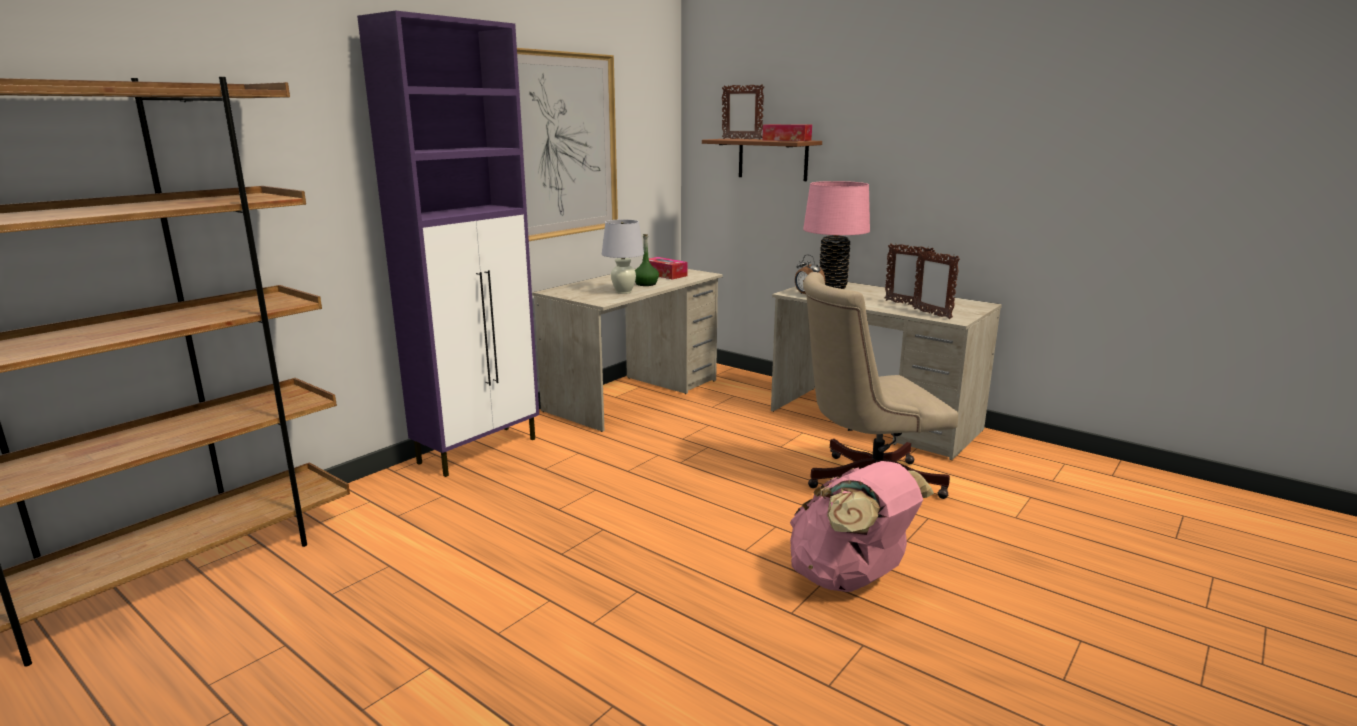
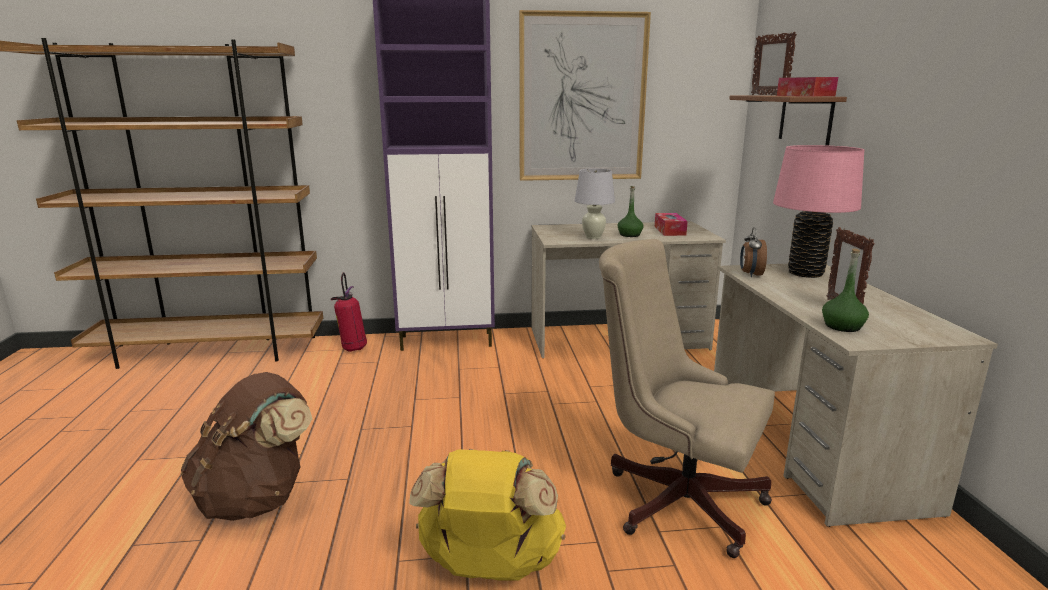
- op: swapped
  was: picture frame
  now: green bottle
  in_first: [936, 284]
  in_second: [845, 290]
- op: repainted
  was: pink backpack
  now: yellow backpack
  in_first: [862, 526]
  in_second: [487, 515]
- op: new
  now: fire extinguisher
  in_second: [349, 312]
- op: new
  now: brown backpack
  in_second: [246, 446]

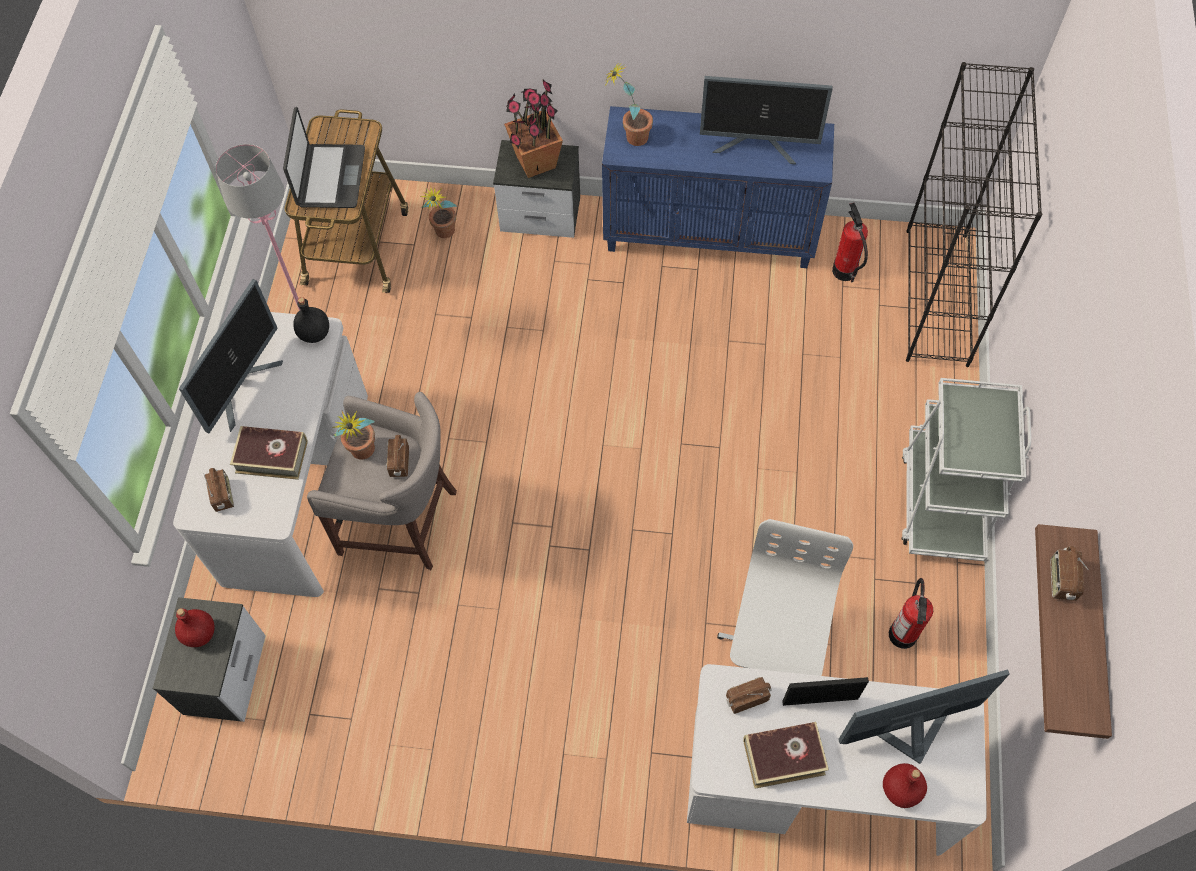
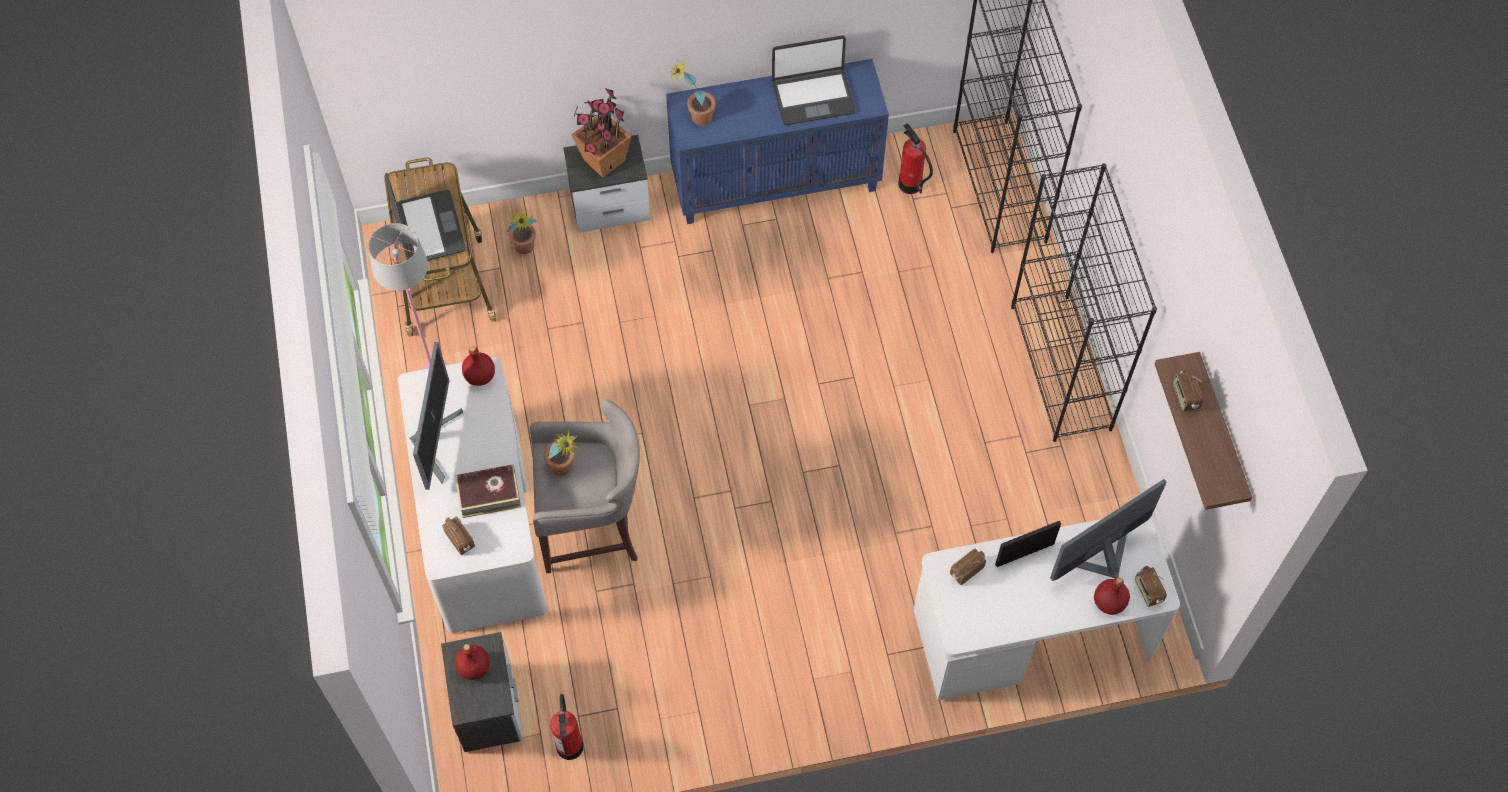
- op: swapped
  was: monitor
  now: laptop
  in_first: [766, 120]
  in_second: [813, 80]
- op: repainted
  was: black bottle
  now: red bottle
  in_first: [311, 320]
  in_second: [478, 366]
- op: swapped
  was: white cart
  now: black bookcase
  in_first: [966, 469]
  in_second: [1084, 302]
- op: shifted
  was: radio
  in_first: [397, 456]
  in_second: [1151, 586]
- op: gone
  was: white office chair
  in_first: [785, 597]
- op: shifted
  was: fire extinguisher
  in_first: [911, 613]
  in_second: [567, 727]
- op: gone
  was: book
  in_first: [786, 755]

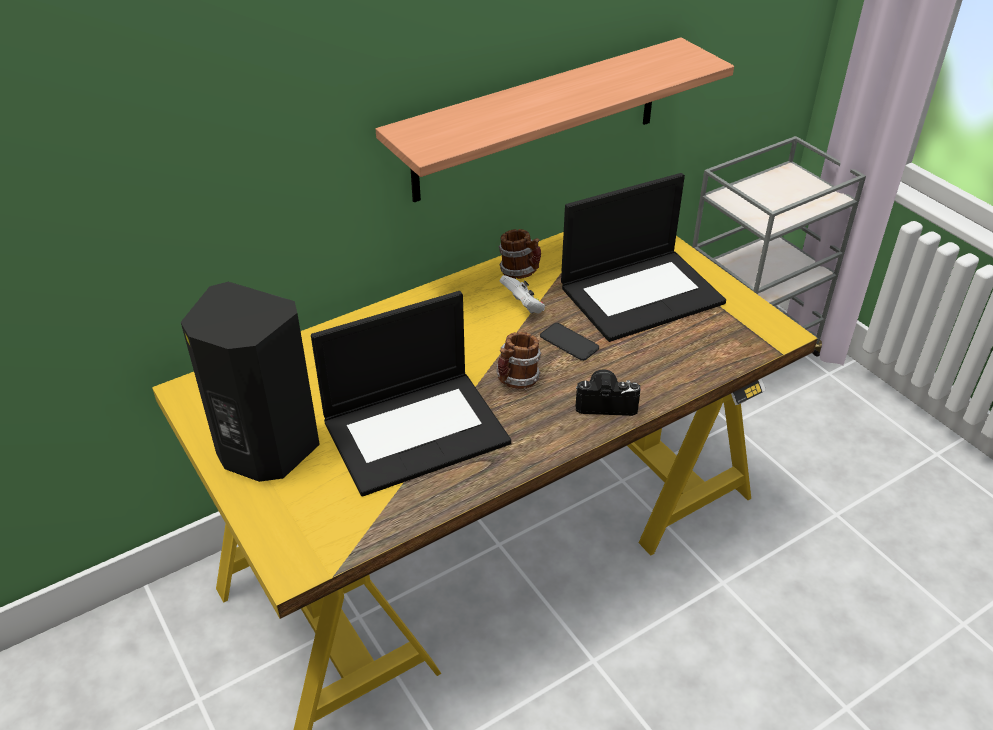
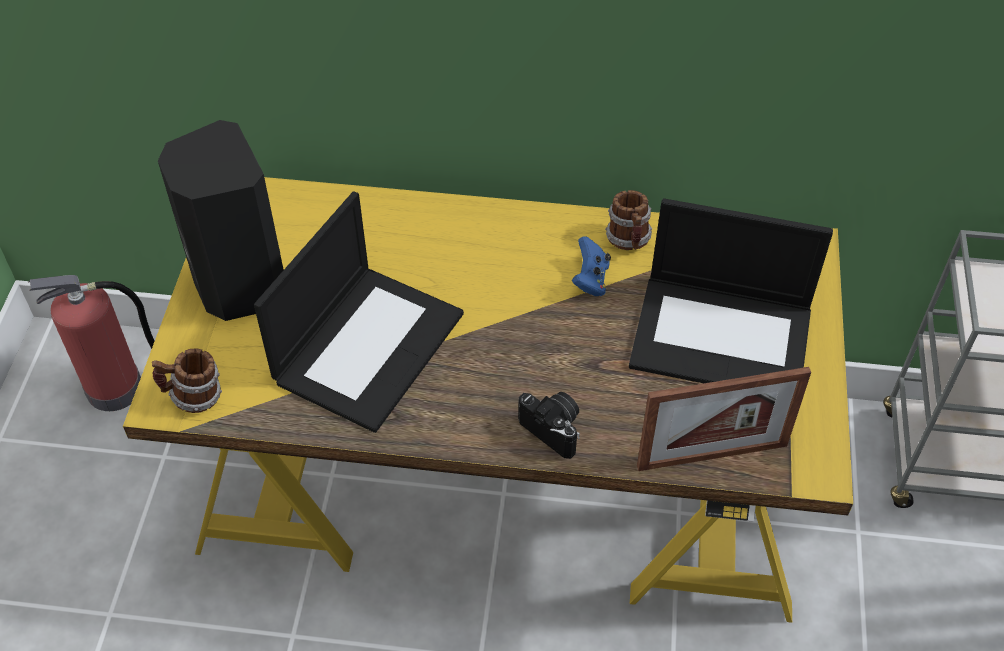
- op: gone
  was: shelf
  in_first: [555, 119]
- op: repainted
  was: white game controller
  now: blue game controller
  in_first: [522, 294]
  in_second: [591, 266]
- op: rotated
  was: laptop
  in_first: [411, 394]
  in_second: [359, 312]
  clockwise: -75
- op: gone
  was: phone
  in_first: [569, 342]
- op: shifted
  was: mug
  in_first: [519, 360]
  in_second: [187, 380]
- op: new
  now: fire extinguisher
  in_second: [91, 343]
- op: new
  now: picture frame
  in_second: [724, 419]

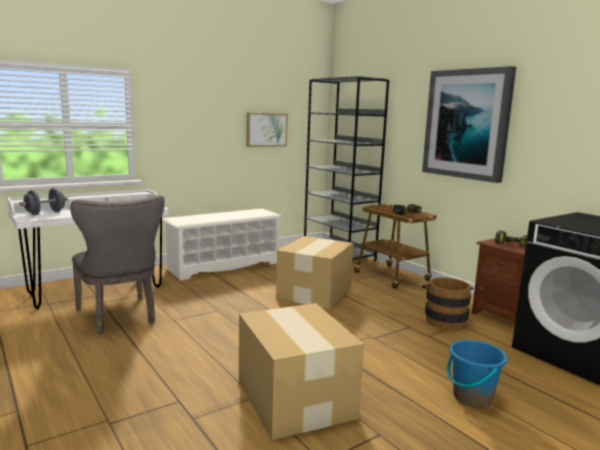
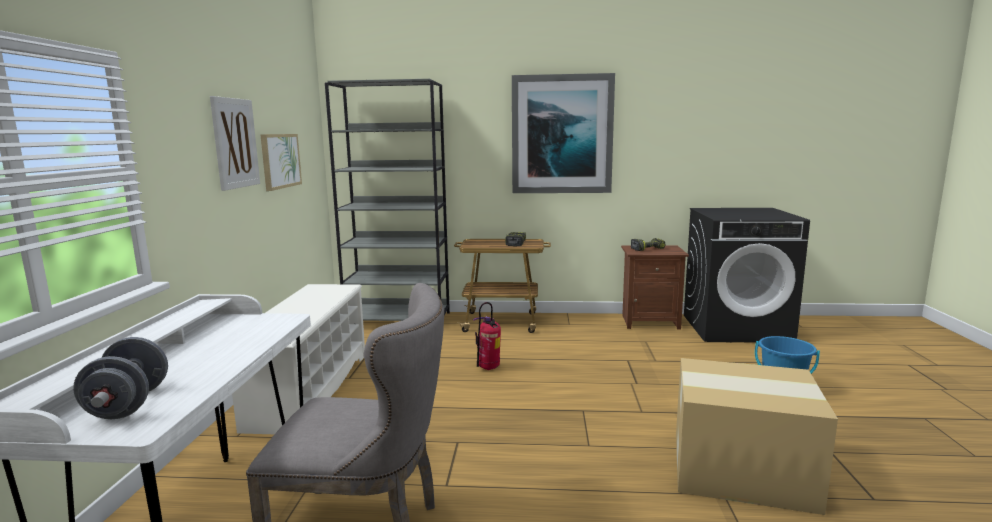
- op: swapped
  was: cardboard box
  now: fire extinguisher
  in_first: [315, 272]
  in_second: [487, 336]
- op: gone
  was: brown bucket
  in_first: [448, 304]
- op: new
  now: picture
  in_second: [235, 143]

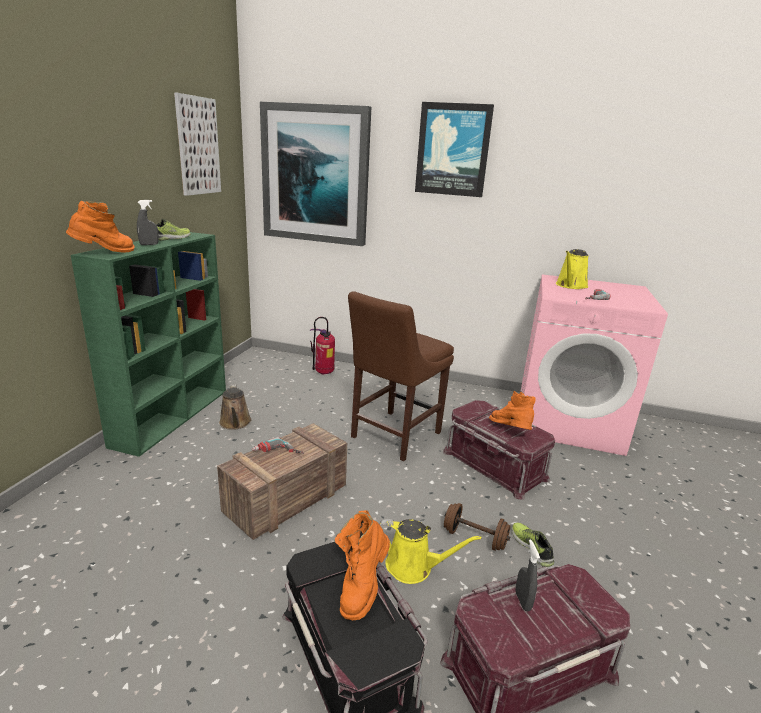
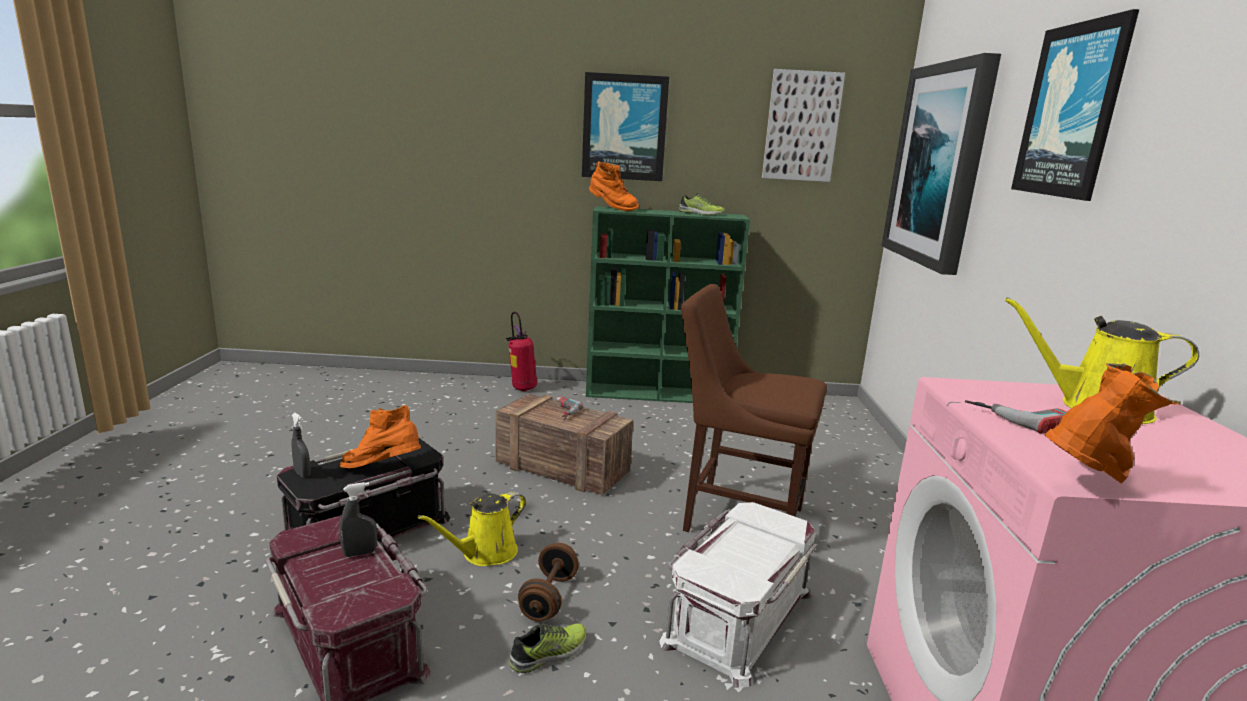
- op: shifted
  was: grey spray bottle
  in_first: [148, 222]
  in_second: [301, 445]
- op: shifted
  was: fire extinguisher
  in_first: [322, 346]
  in_second: [521, 352]
- op: gone
  was: brown watering can
  in_first: [235, 407]
- op: shifted
  was: orange boot
  in_first: [512, 410]
  in_second: [1112, 423]
- op: repainted
  was: red storage box
  now: white storage box
  in_first: [499, 450]
  in_second: [737, 595]
- op: rotated
  was: yellow watering can
  in_first: [430, 551]
  in_second: [471, 528]
  clockwise: 45
- op: new
  now: picture
  in_second: [625, 126]

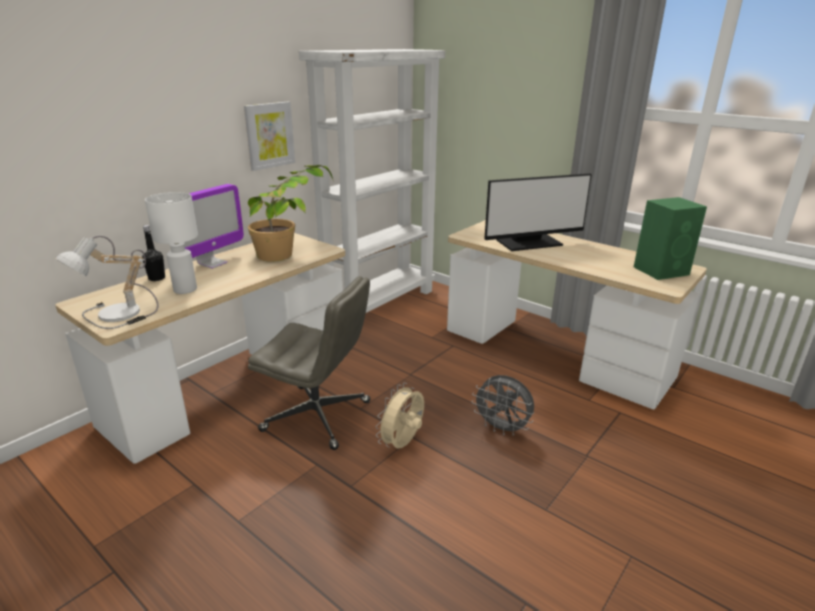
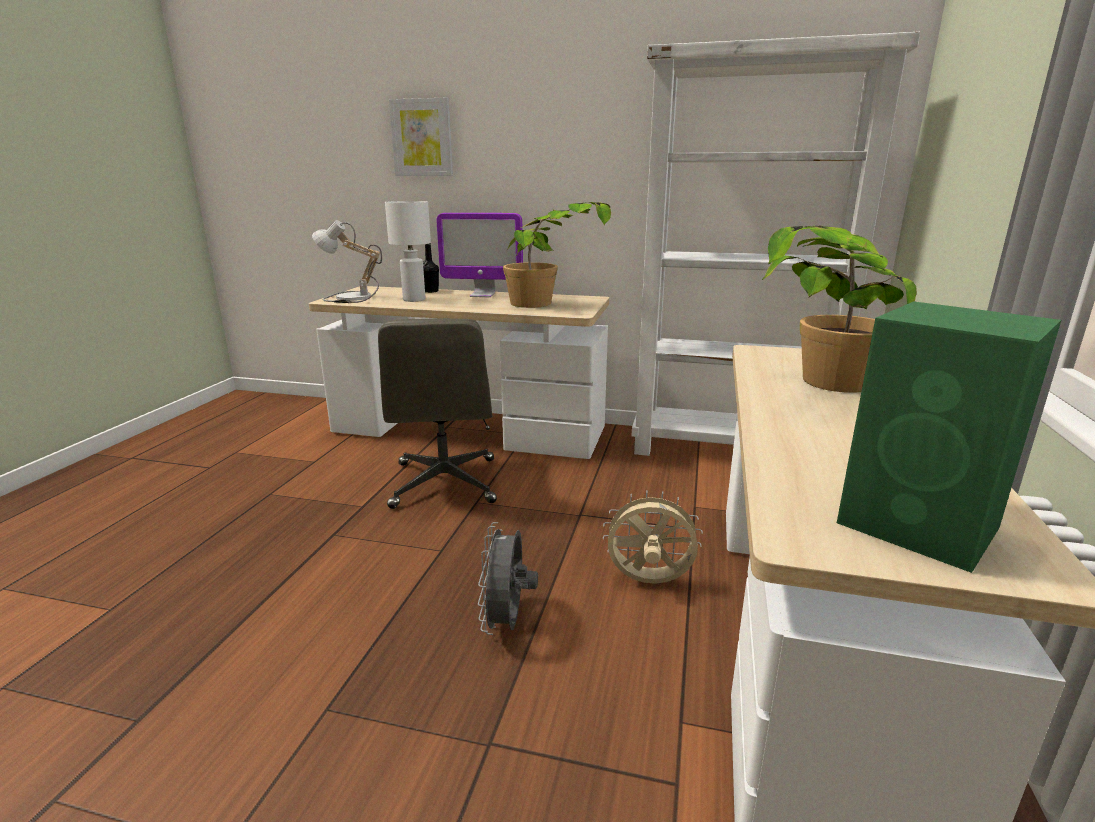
- op: shifted
  was: picture
  in_first: [269, 136]
  in_second: [421, 136]
- op: swapped
  was: monitor
  now: potted plant
  in_first: [538, 212]
  in_second: [839, 309]
- op: shifted
  was: beige fan
  in_first: [400, 416]
  in_second: [653, 537]

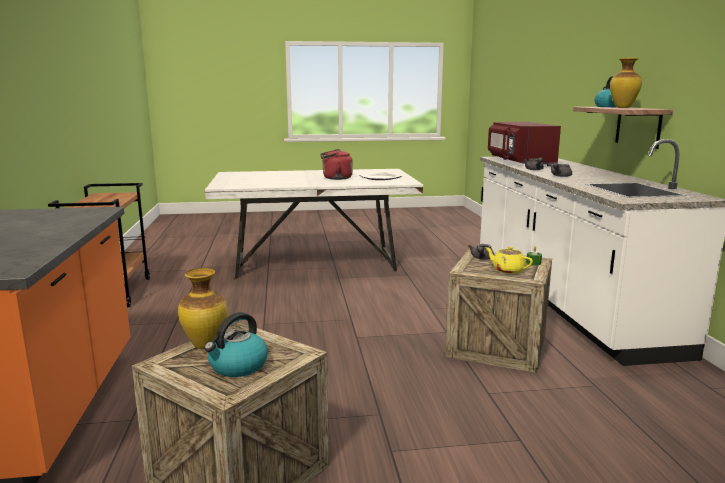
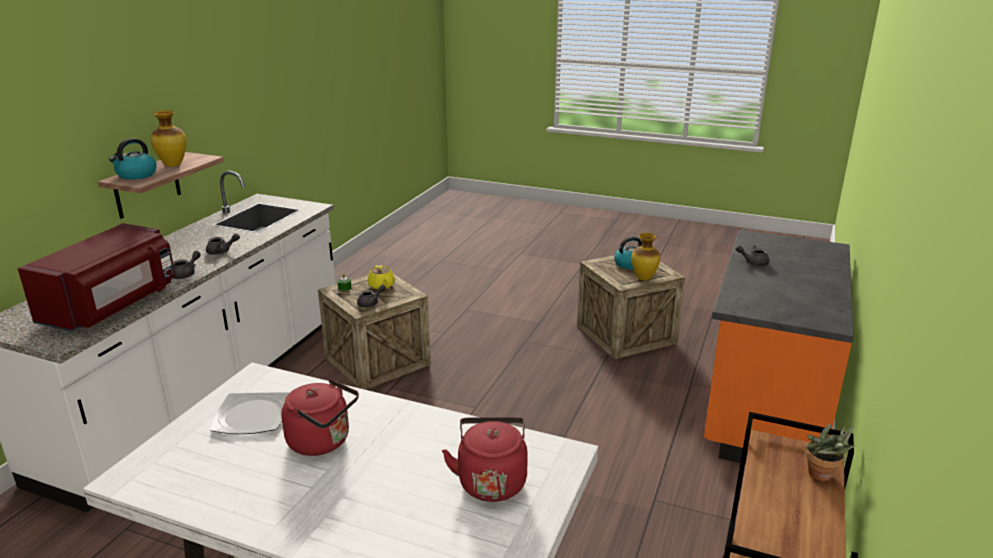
- op: new
  now: grey teapot
  in_second: [752, 255]
- op: new
  now: red kettle
  in_second: [485, 459]
- op: new
  now: potted plant
  in_second: [830, 452]

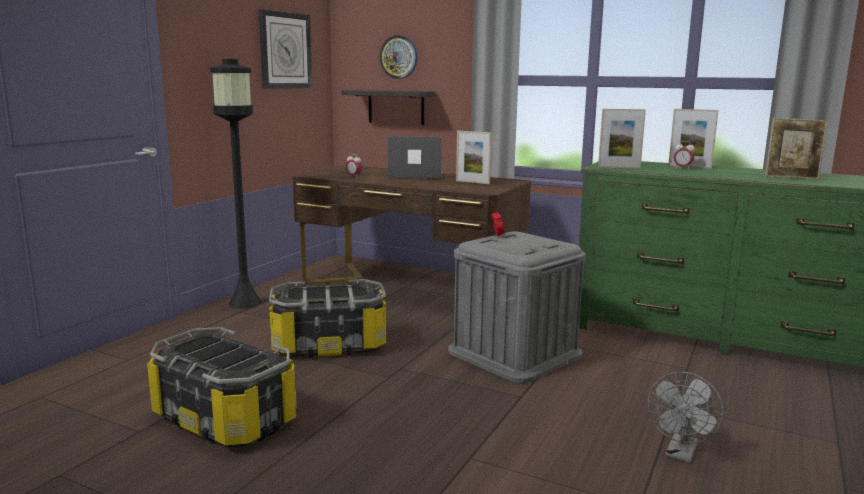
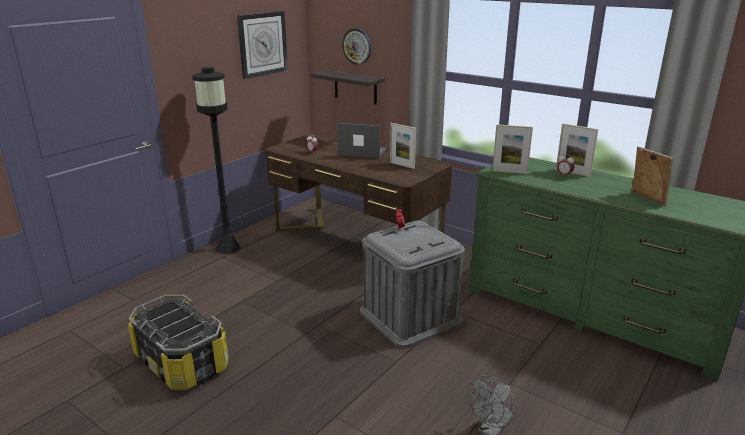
- op: rotated
  was: picture frame
  in_first: [796, 149]
  in_second: [652, 177]
  clockwise: -135
- op: gone
  was: storage box
  in_first: [327, 318]

